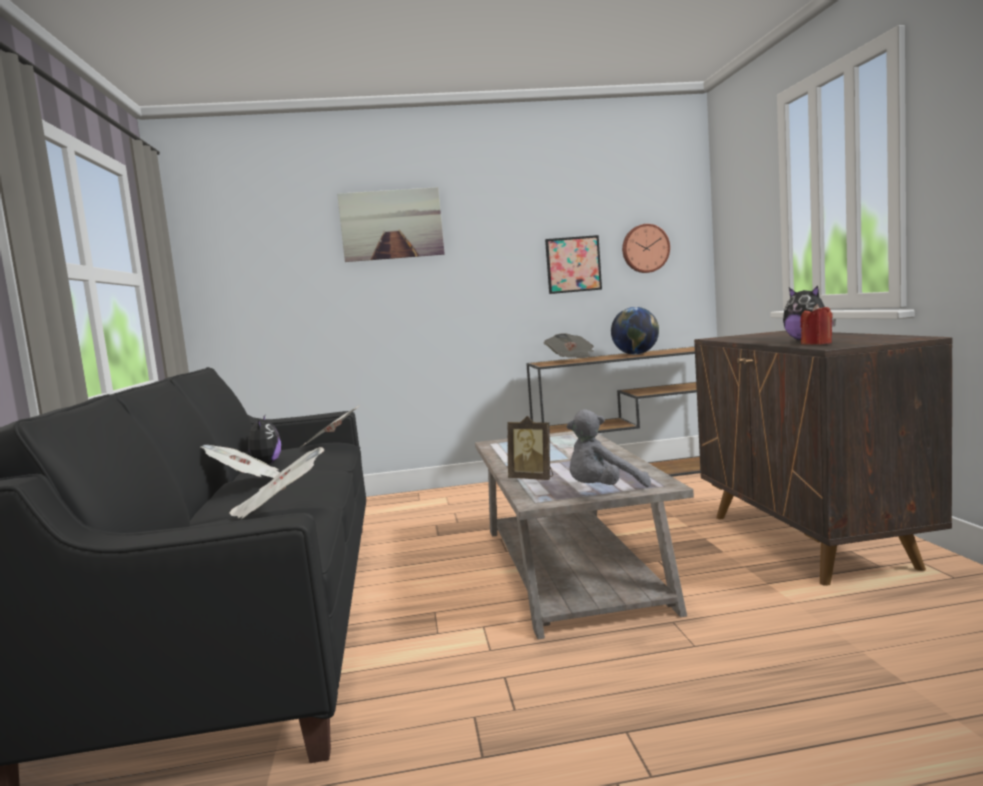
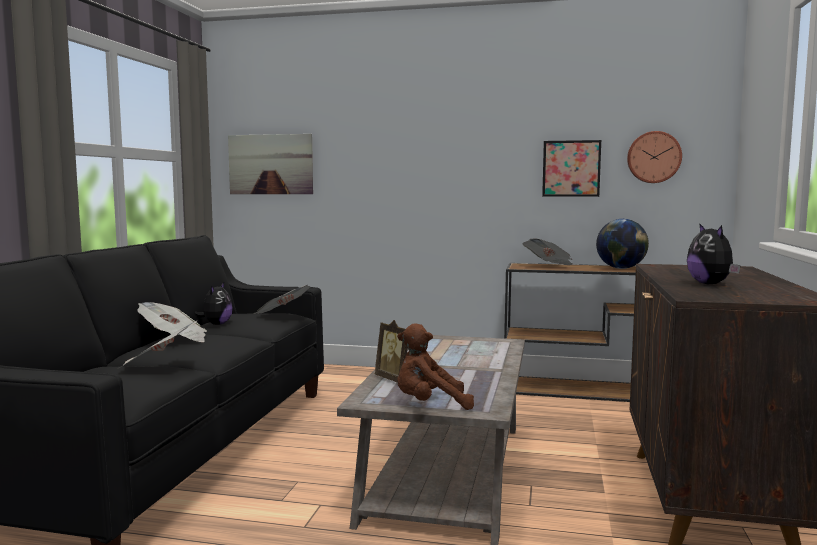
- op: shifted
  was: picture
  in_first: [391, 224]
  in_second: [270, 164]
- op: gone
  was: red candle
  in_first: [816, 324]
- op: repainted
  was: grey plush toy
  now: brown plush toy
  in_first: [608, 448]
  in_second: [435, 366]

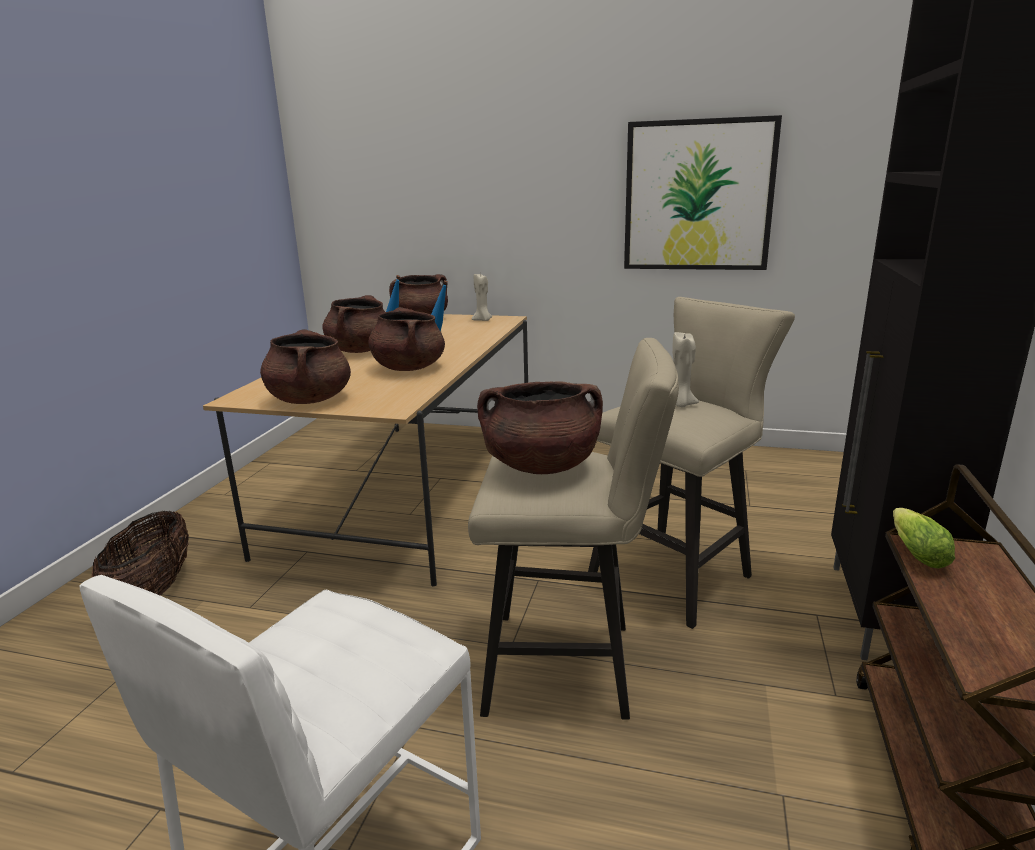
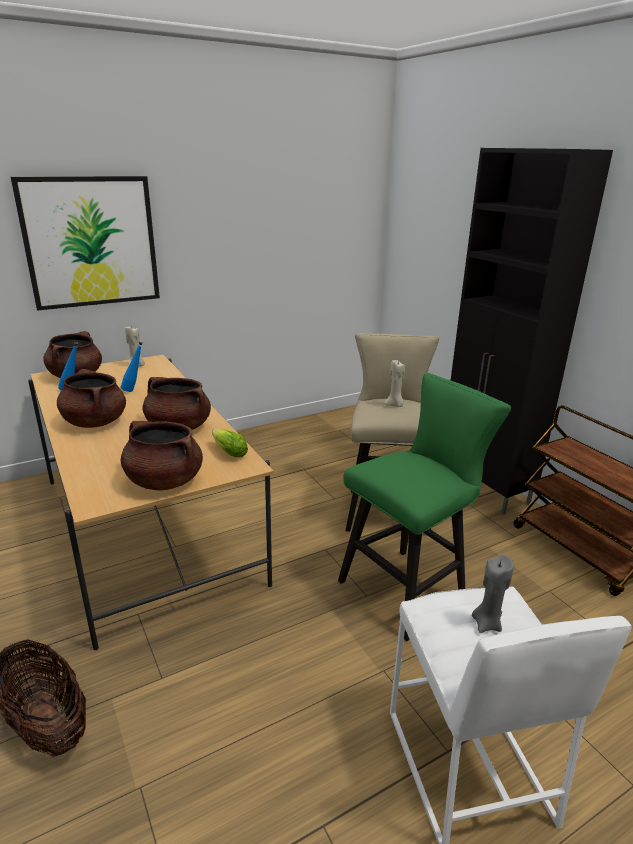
- op: shifted
  was: picture
  in_first: [703, 192]
  in_second: [85, 243]
- op: repainted
  was: beige stool
  now: green stool
  in_first: [573, 529]
  in_second: [424, 507]
- op: gone
  was: brown cooking pot
  in_first: [540, 427]
- op: shifted
  was: lettuce
  in_first: [924, 538]
  in_second: [230, 443]
- op: new
  now: grey candle
  in_second: [493, 593]

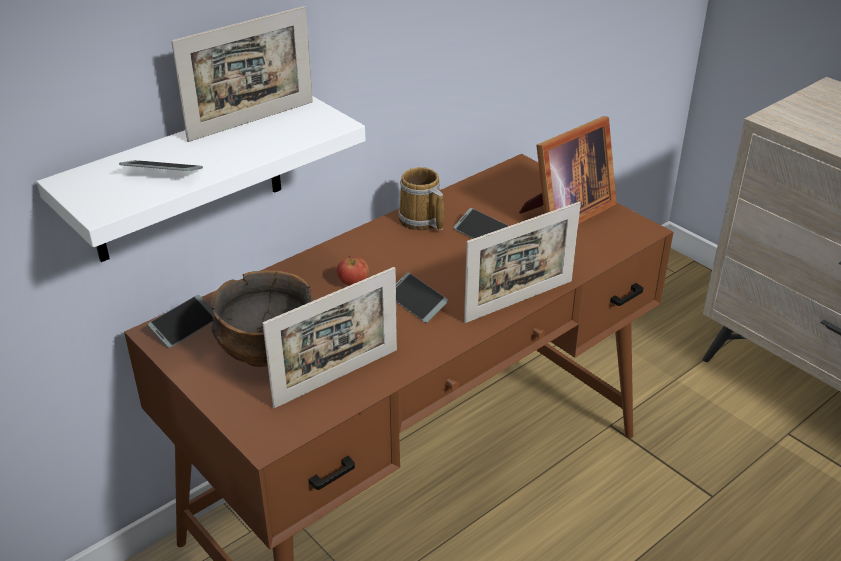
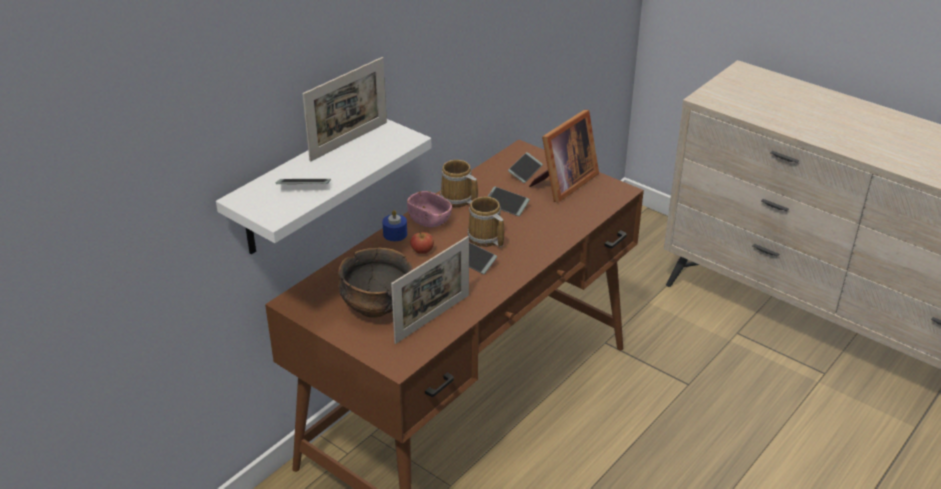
- op: gone
  was: picture frame
  in_first: [522, 262]
- op: shifted
  was: phone
  in_first: [180, 321]
  in_second: [525, 167]
- op: new
  now: pink bowl
  in_second: [429, 209]
- op: new
  now: mug
  in_second: [485, 222]
- op: new
  now: blue candle
  in_second: [394, 225]

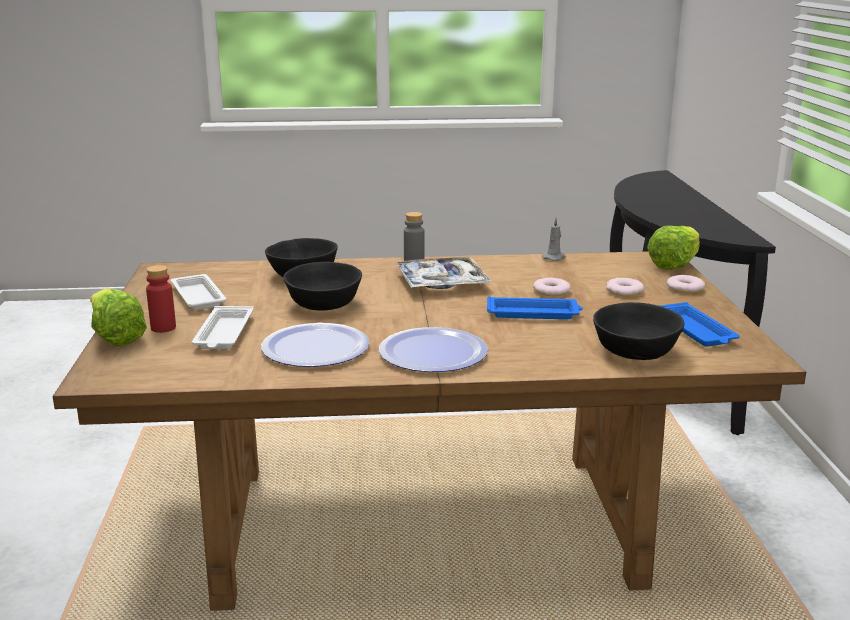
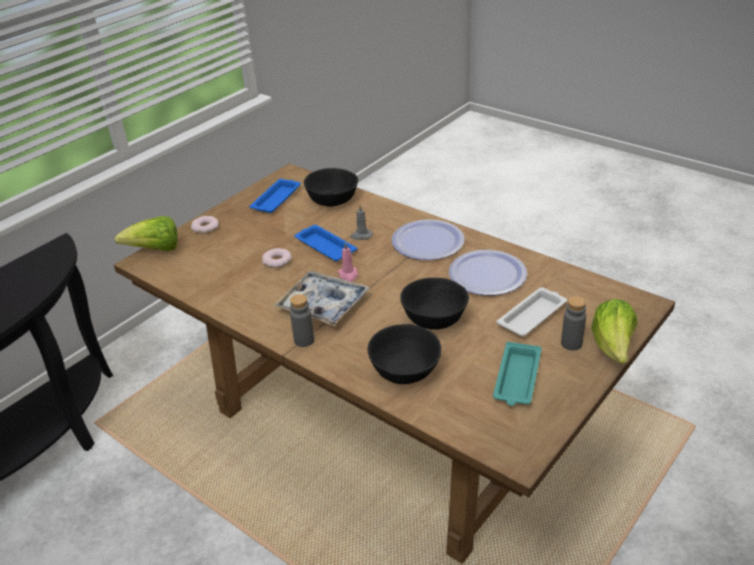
- op: shifted
  was: grey candle
  in_first: [554, 239]
  in_second: [361, 222]
- op: repainted
  was: red bottle
  now: grey bottle
  in_first: [161, 299]
  in_second: [573, 323]
- op: repainted
  was: white tray
  now: turquoise tray
  in_first: [199, 292]
  in_second: [517, 374]
- op: gone
  was: donut
  in_first: [625, 287]
- op: new
  now: pink candle
  in_second: [348, 262]

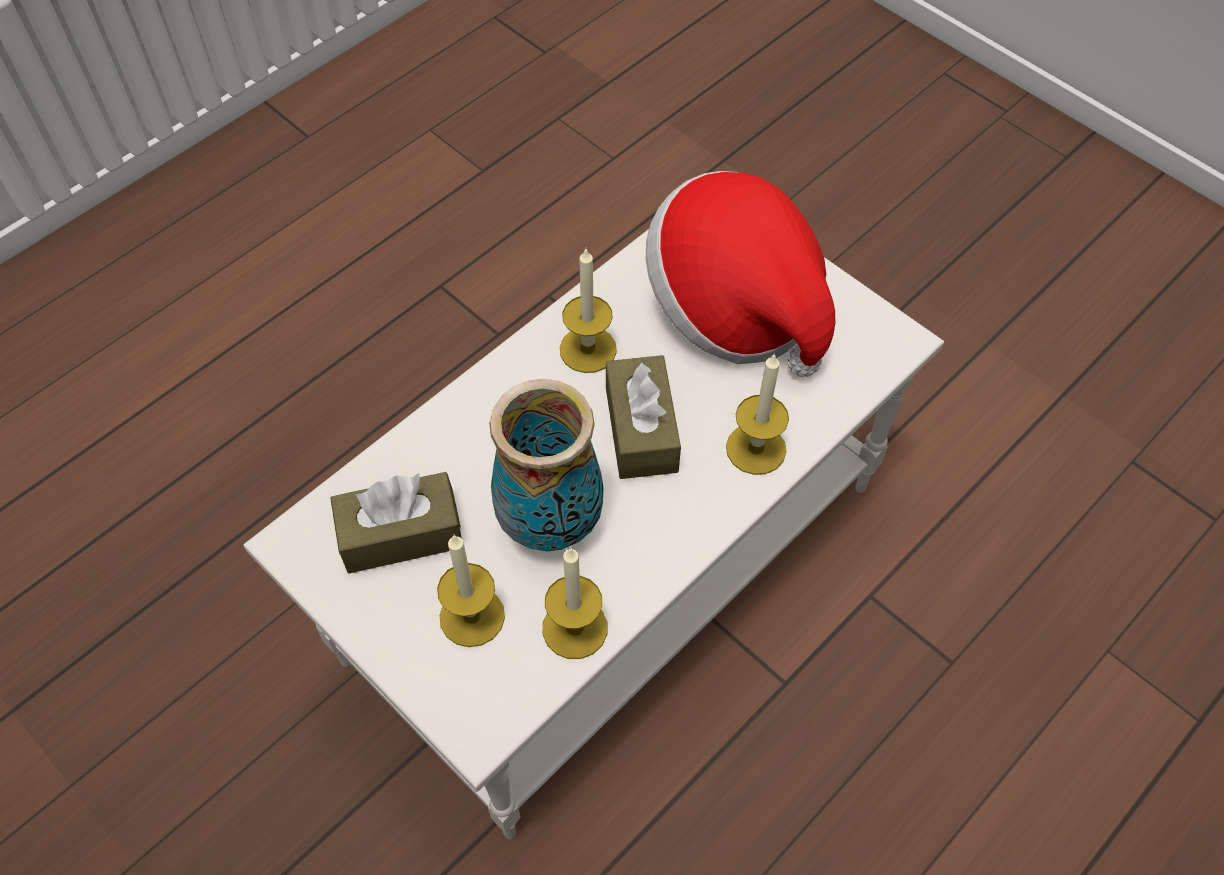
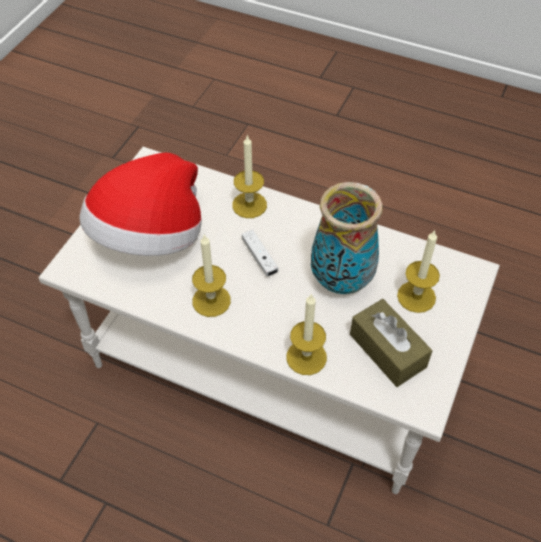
- op: swapped
  was: brown tissue box
  now: white game controller
  in_first: [643, 417]
  in_second: [260, 253]
- op: shifted
  was: candle
  in_first: [575, 603]
  in_second: [306, 334]

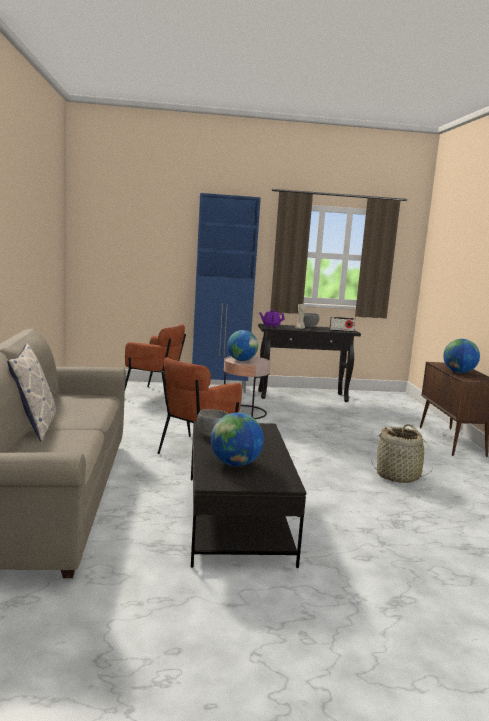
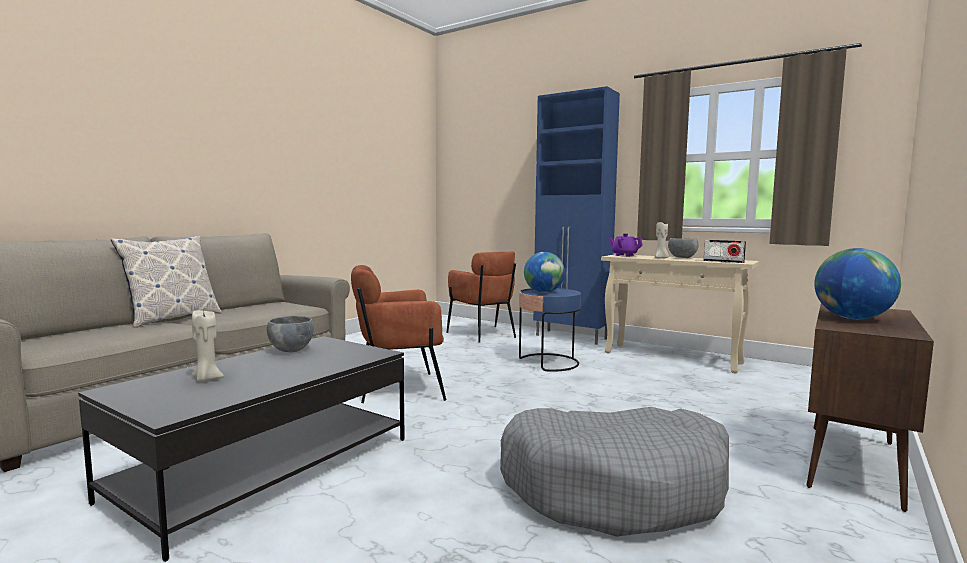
- op: repainted
  was: black console table
  now: beige console table
  in_first: [309, 363]
  in_second: [680, 314]
- op: repainted
  was: pink side table
  now: blue side table
  in_first: [247, 388]
  in_second: [550, 330]
- op: swapped
  was: globe
  now: beige candle
  in_first: [237, 439]
  in_second: [208, 346]
- op: swapped
  was: basket
  now: grey dog bed
  in_first: [402, 453]
  in_second: [614, 472]

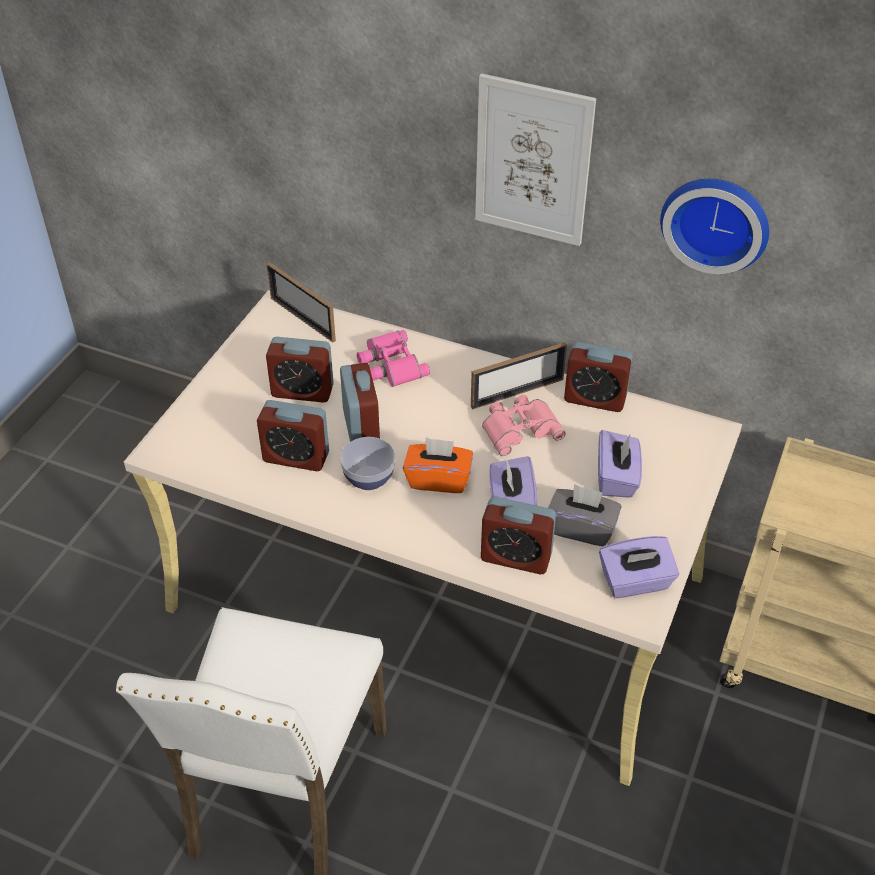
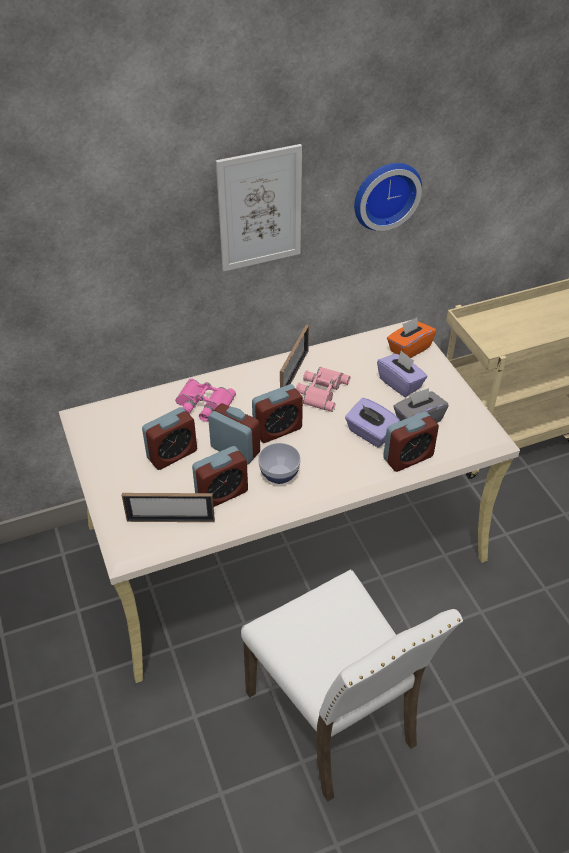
- op: shifted
  was: picture frame
  in_first: [301, 302]
  in_second: [168, 507]
- op: shifted
  was: alarm clock
  in_first: [598, 377]
  in_second: [277, 413]
- op: shifted
  was: orange tissue box
  in_first: [438, 465]
  in_second: [411, 337]
- op: gone
  was: purple tissue box
  in_first: [639, 567]

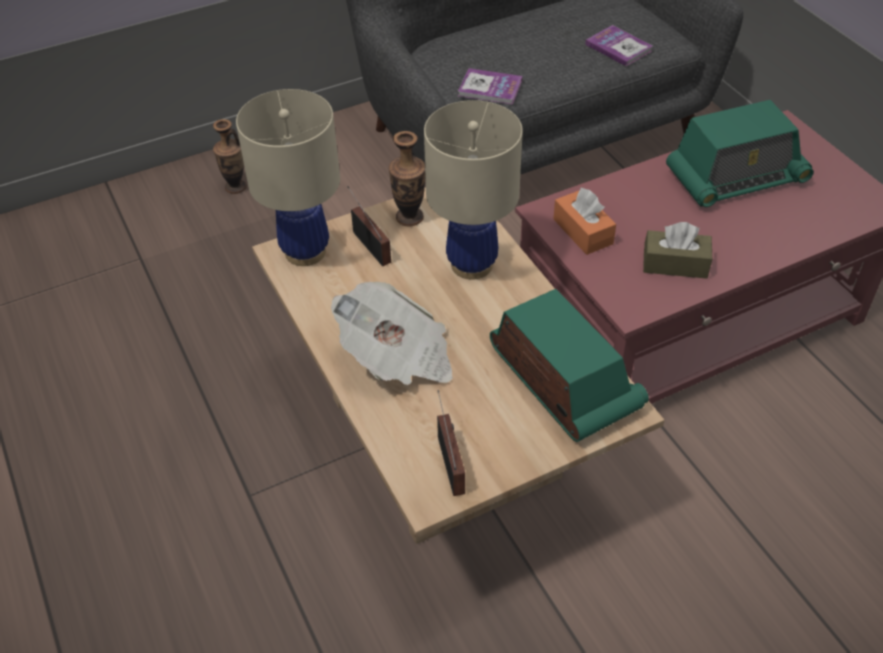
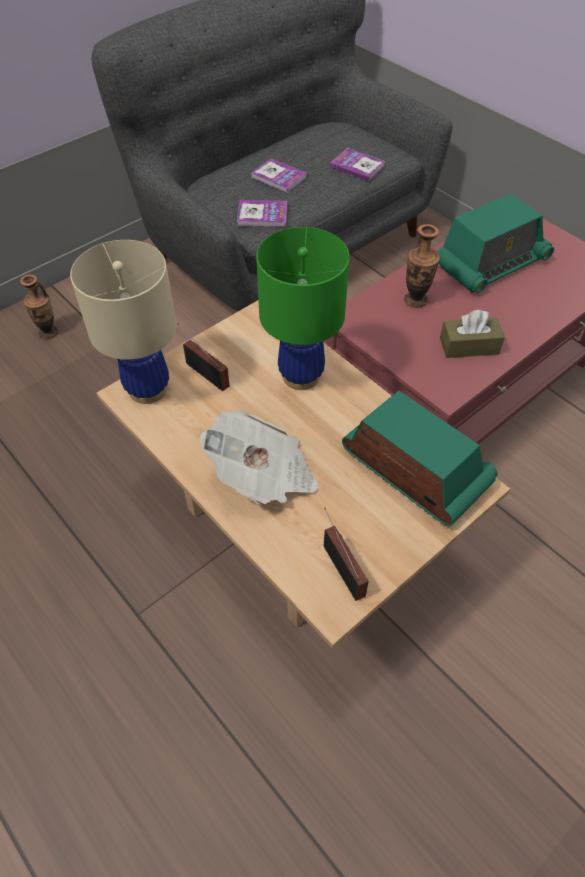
- op: repainted
  was: beige table lamp
  now: green table lamp
  in_first: [473, 190]
  in_second: [303, 308]
- op: shifted
  was: vase
  in_first: [407, 179]
  in_second: [422, 266]
- op: gone
  was: orange tissue box
  in_first: [584, 221]
- op: new
  now: book
  in_second: [279, 175]

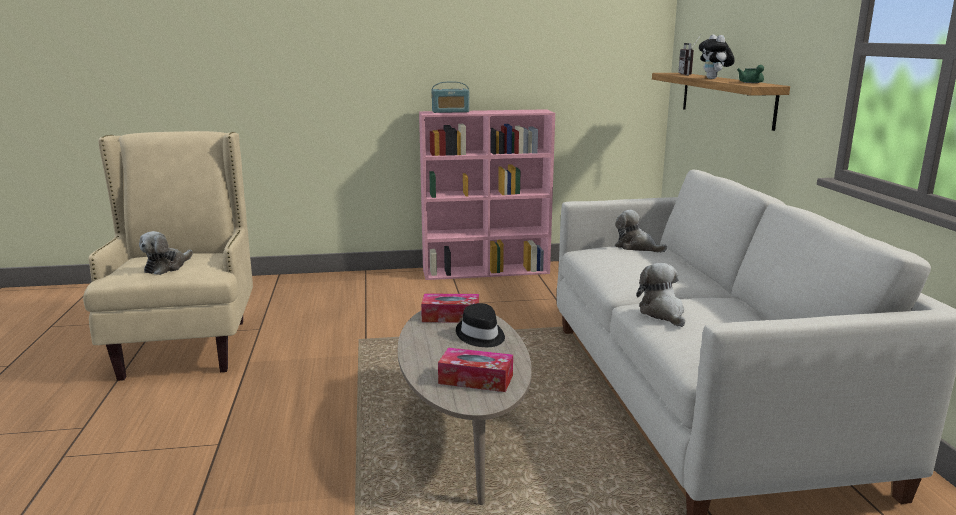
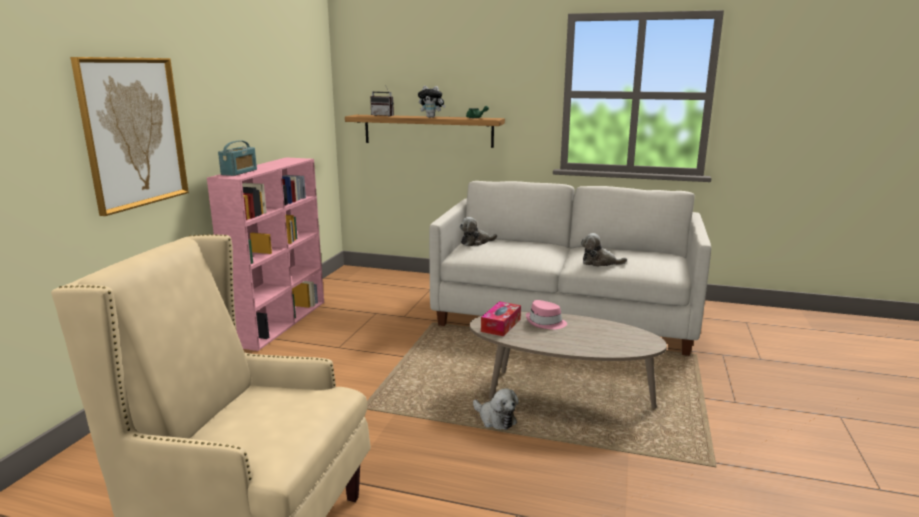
- op: shifted
  was: plush toy
  in_first: [166, 253]
  in_second: [496, 409]
- op: repainted
  was: black hat
  now: pink hat
  in_first: [480, 325]
  in_second: [546, 314]
- op: gone
  was: tissue box
  in_first: [475, 370]
- op: new
  now: picture
  in_second: [129, 136]

